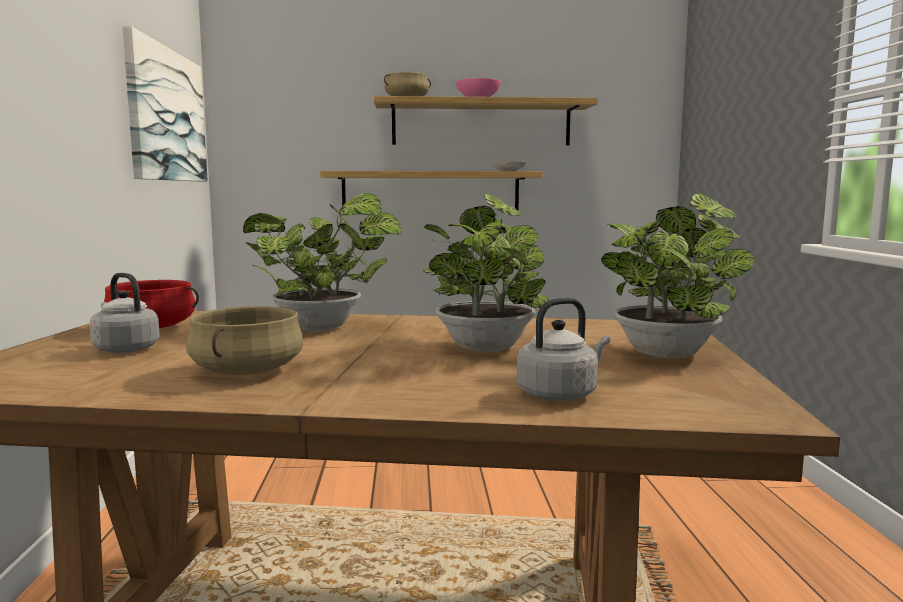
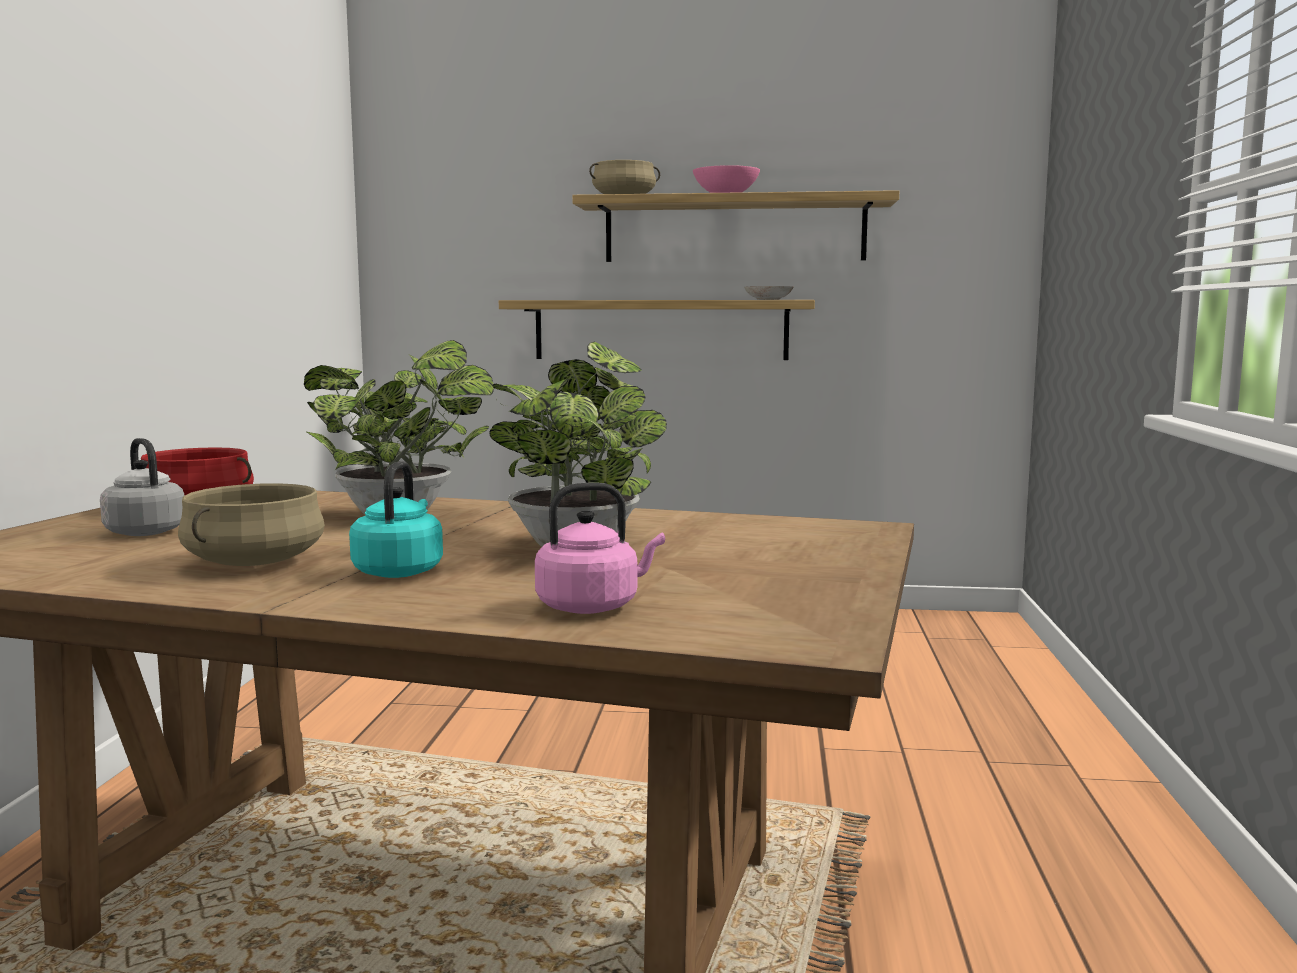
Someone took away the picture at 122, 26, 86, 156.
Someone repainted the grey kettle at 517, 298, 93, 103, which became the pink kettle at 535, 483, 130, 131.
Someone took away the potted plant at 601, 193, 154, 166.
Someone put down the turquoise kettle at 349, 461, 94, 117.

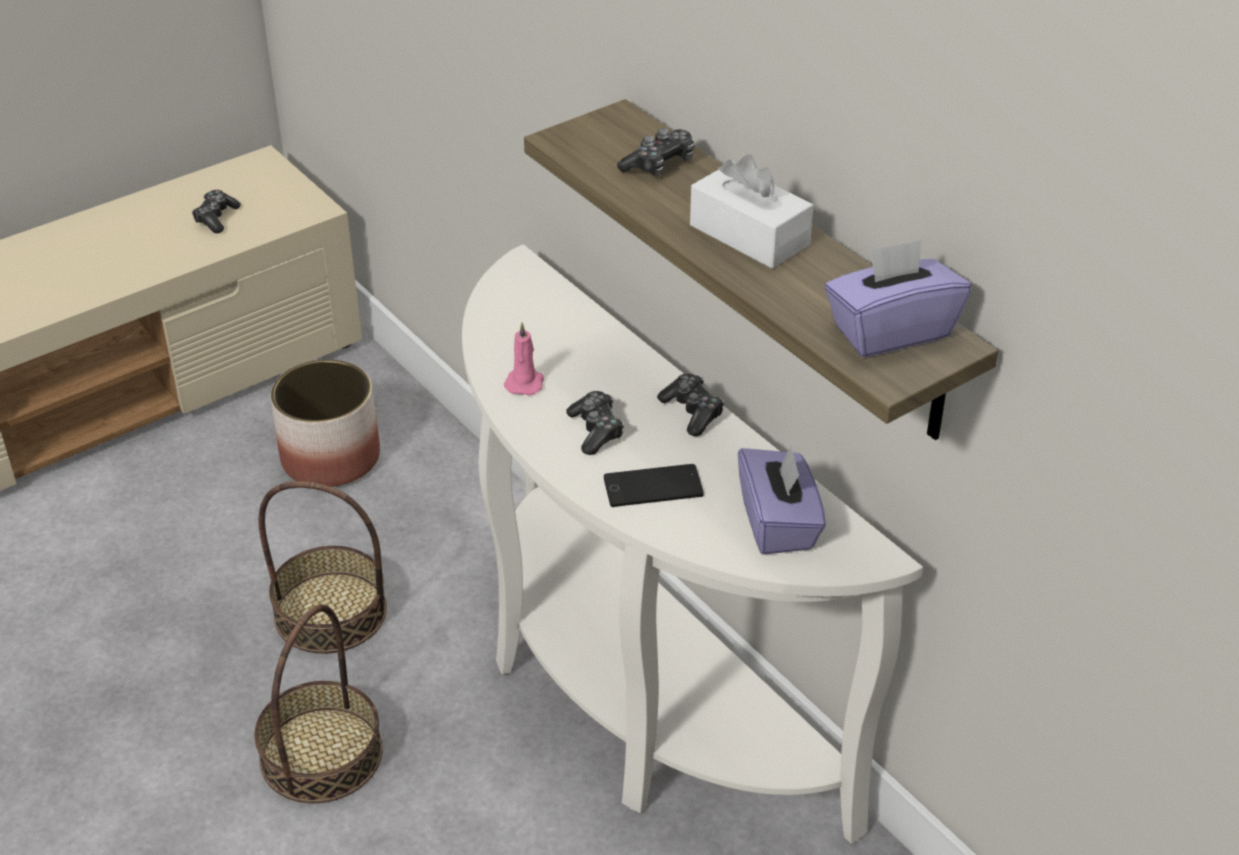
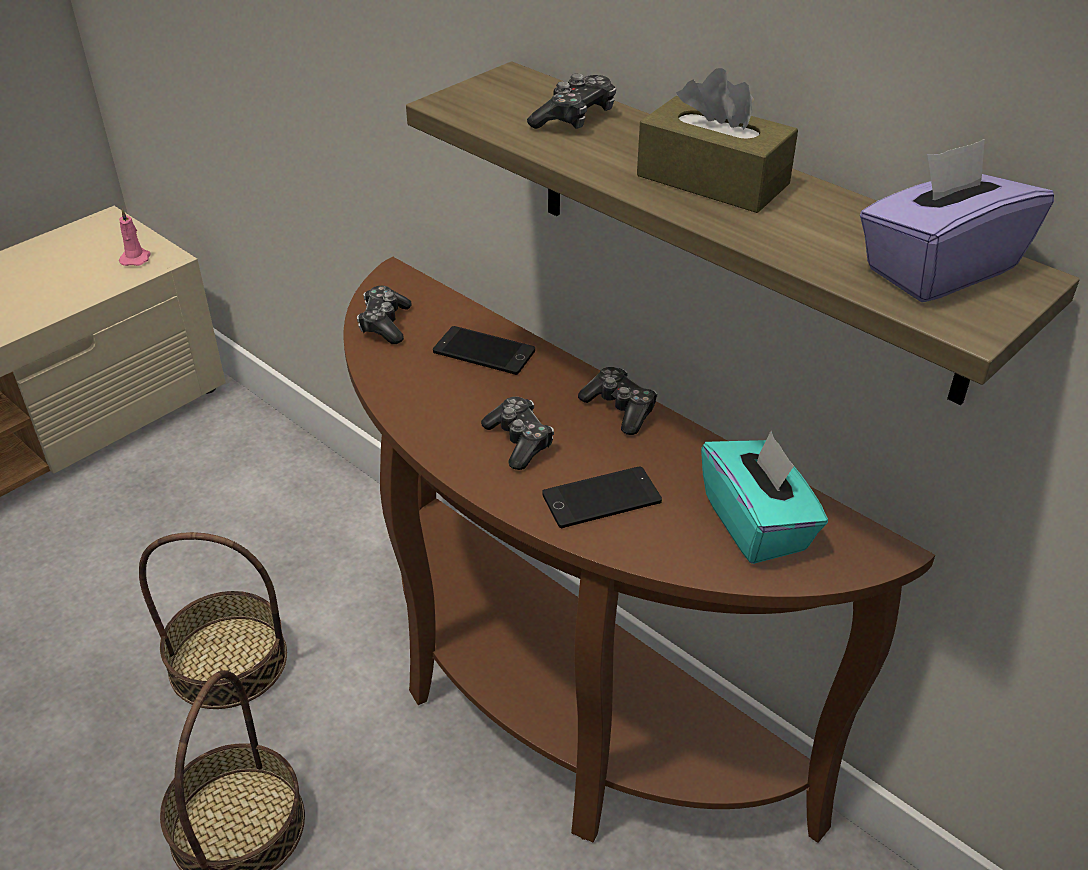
Someone carried the game controller from 192, 190, 49, 43 to 357, 286, 55, 58.
Someone took away the planter at 270, 360, 110, 127.
Someone repainted the white console table at 462, 244, 461, 600, which became the brown console table at 343, 257, 592, 586.
Someone carried the pink candle from 504, 322, 40, 73 to 119, 208, 32, 58.
Someone repainted the white tissue box at 690, 154, 124, 115, which became the brown tissue box at 637, 68, 161, 145.
Someone repainted the purple tissue box at 738, 445, 88, 110, which became the turquoise tissue box at 701, 431, 127, 133.
Someone put down the phone at 433, 326, 102, 49.

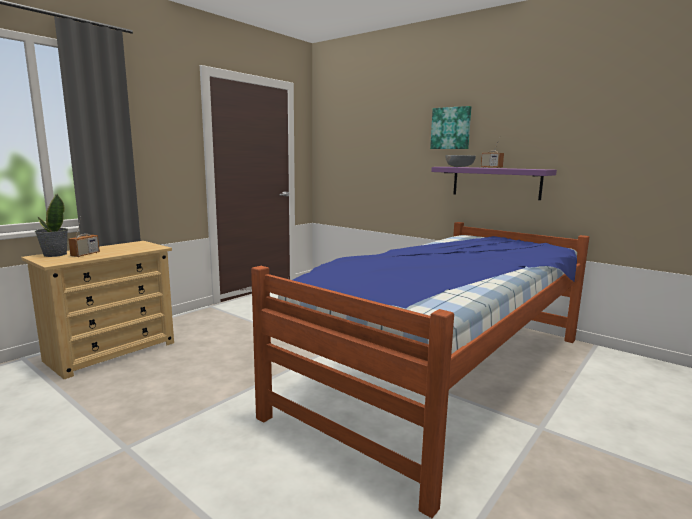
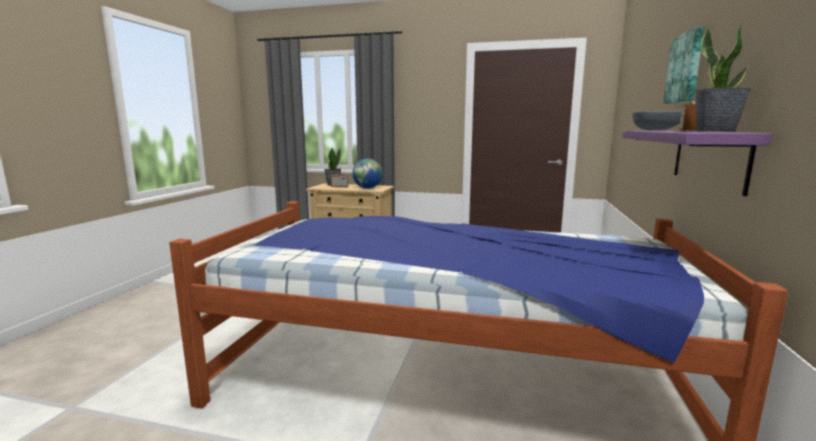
Someone put down the globe at 352, 158, 31, 31.
Someone put down the potted plant at 695, 24, 56, 108.

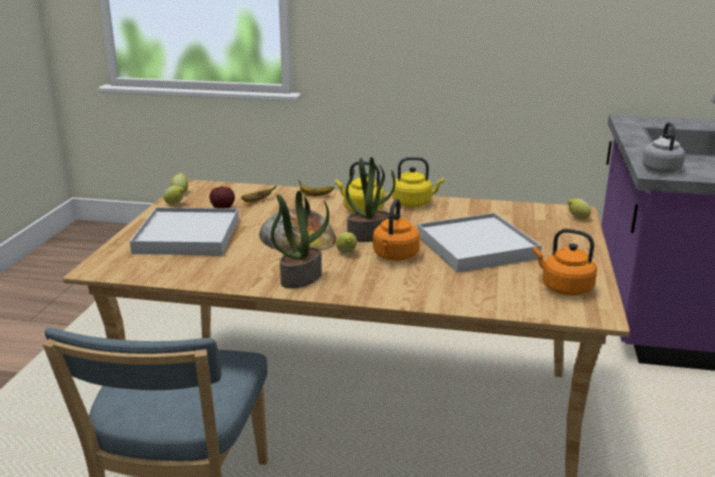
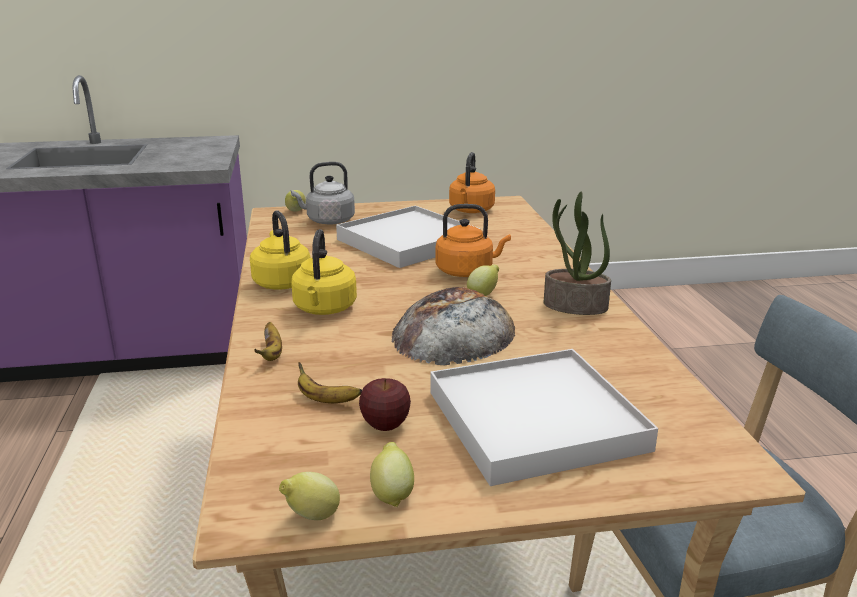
Someone took away the potted plant at 345, 157, 51, 85.
Someone carried the grey kettle from 642, 122, 43, 51 to 291, 162, 64, 63.

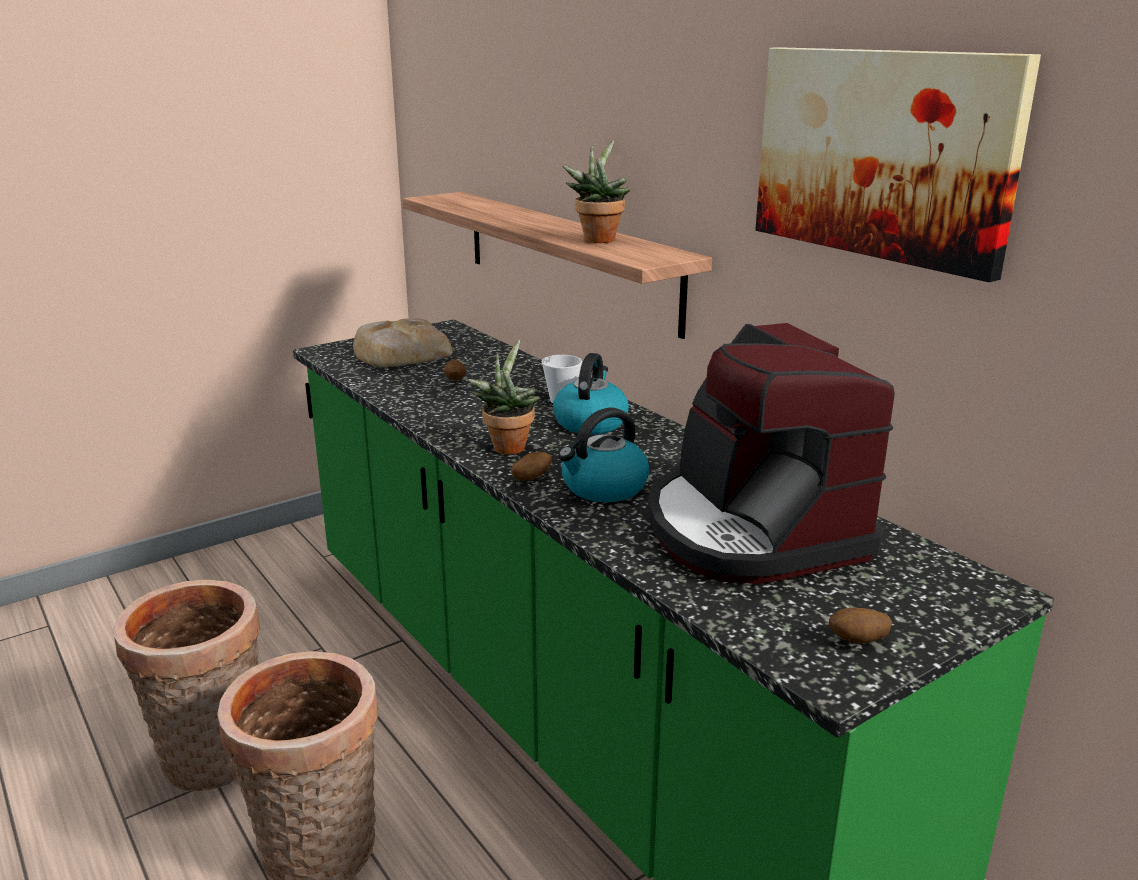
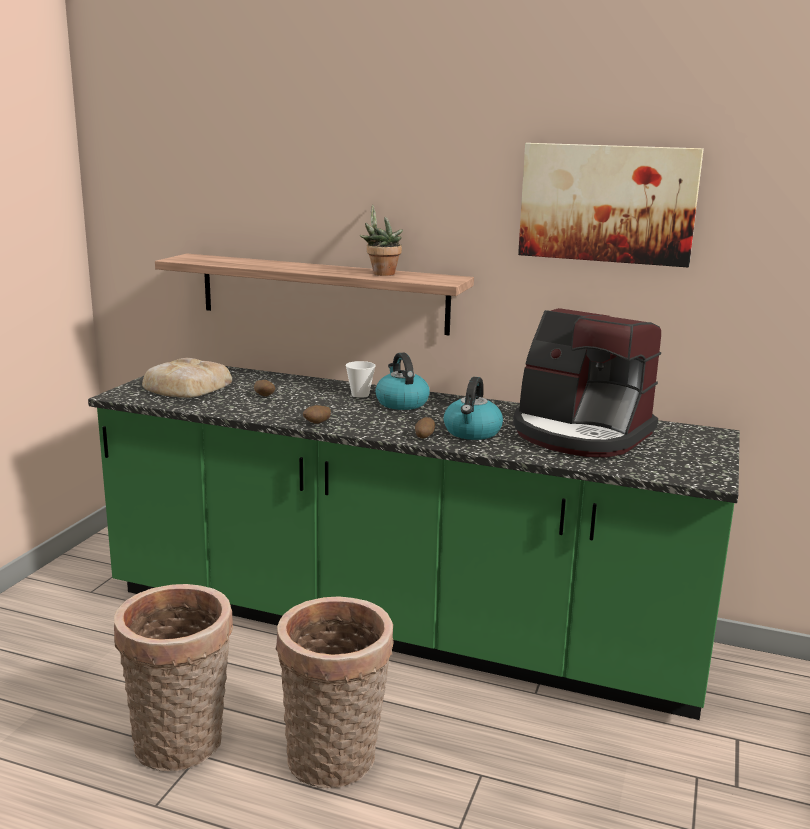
Someone took away the potted plant at 467, 340, 73, 115.
Someone carried the potato from 829, 608, 63, 36 to 303, 405, 28, 19.

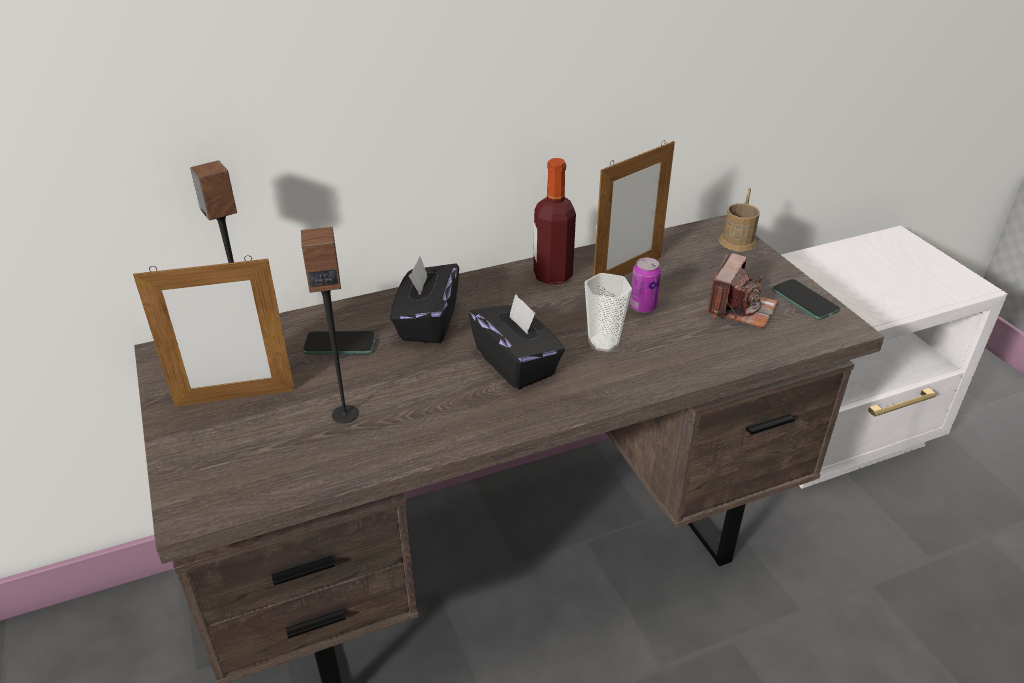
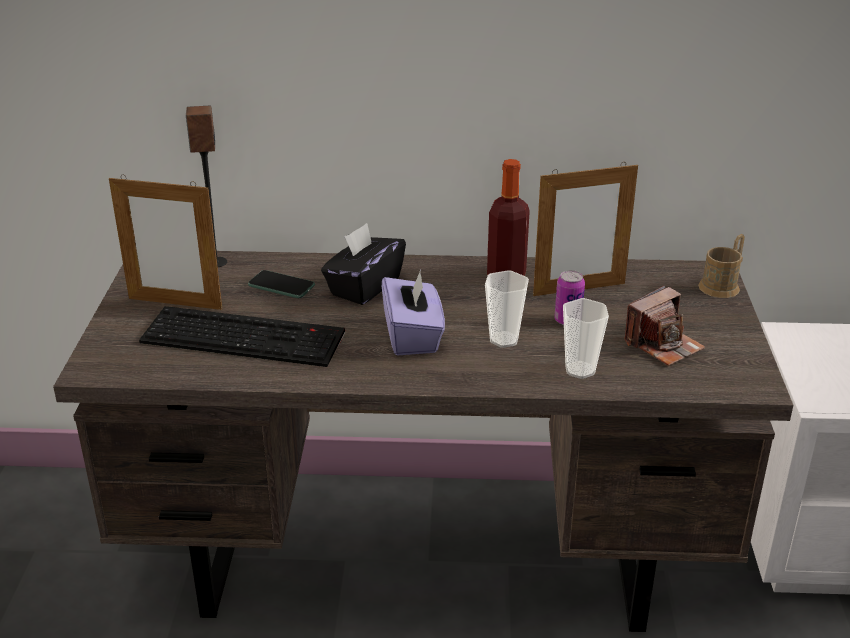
Someone swapped the speaker at 301, 227, 58, 196 for the keyboard at 139, 306, 206, 61.
Someone repainted the black tissue box at 469, 294, 96, 95, which became the purple tissue box at 382, 270, 63, 86.
Someone took away the phone at 772, 279, 68, 41.
Someone put down the cup at 563, 298, 46, 81.

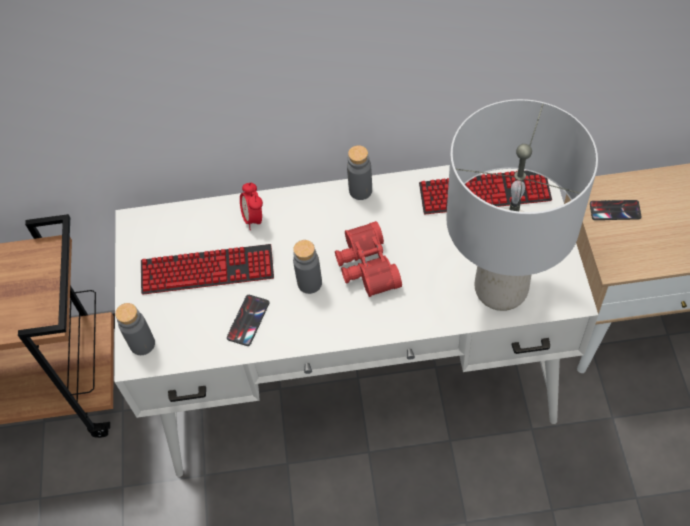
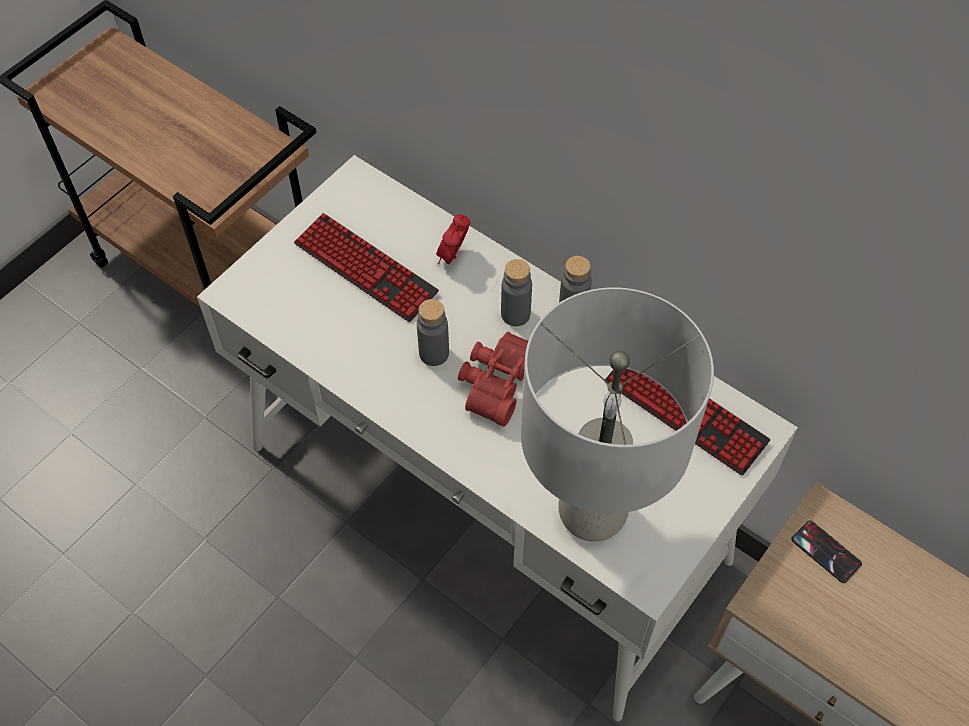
Someone carried the grey bottle from 115, 303, 40, 52 to 501, 259, 31, 67.
Someone took away the phone at 227, 295, 42, 51.

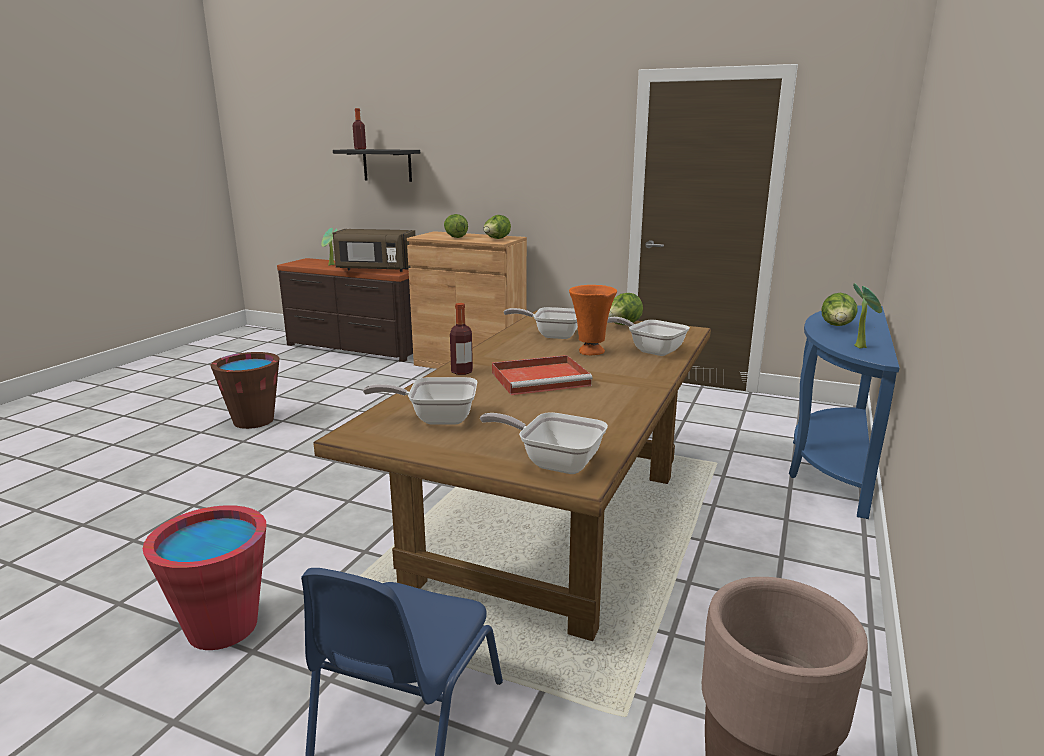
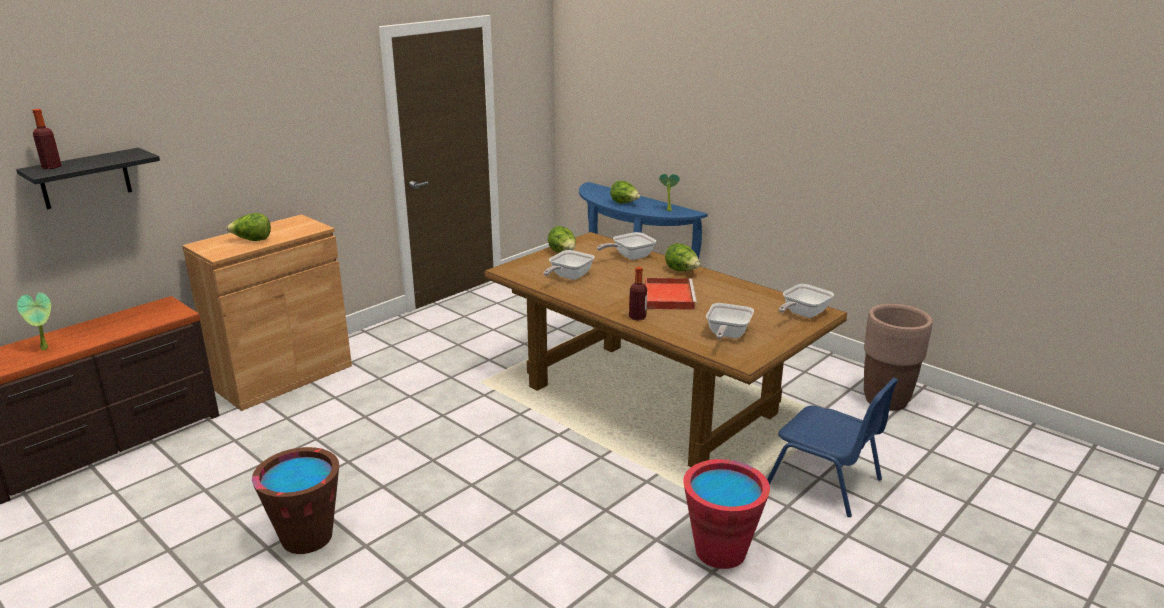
Someone took away the brown microwave at 333, 229, 82, 43.
Someone carried the lettuce from 484, 215, 27, 24 to 665, 243, 35, 28.
Someone took away the orange vase at 569, 285, 48, 70.

